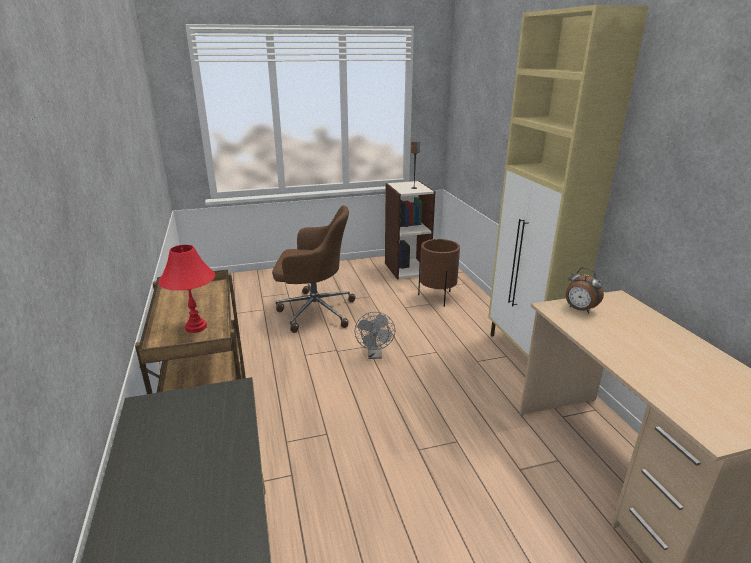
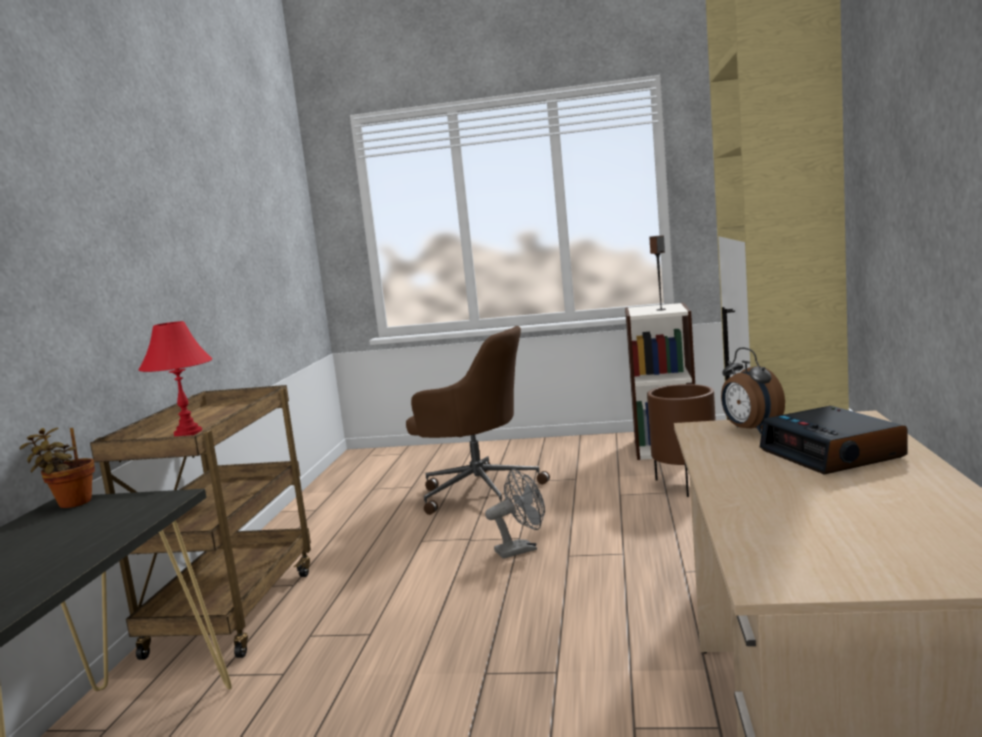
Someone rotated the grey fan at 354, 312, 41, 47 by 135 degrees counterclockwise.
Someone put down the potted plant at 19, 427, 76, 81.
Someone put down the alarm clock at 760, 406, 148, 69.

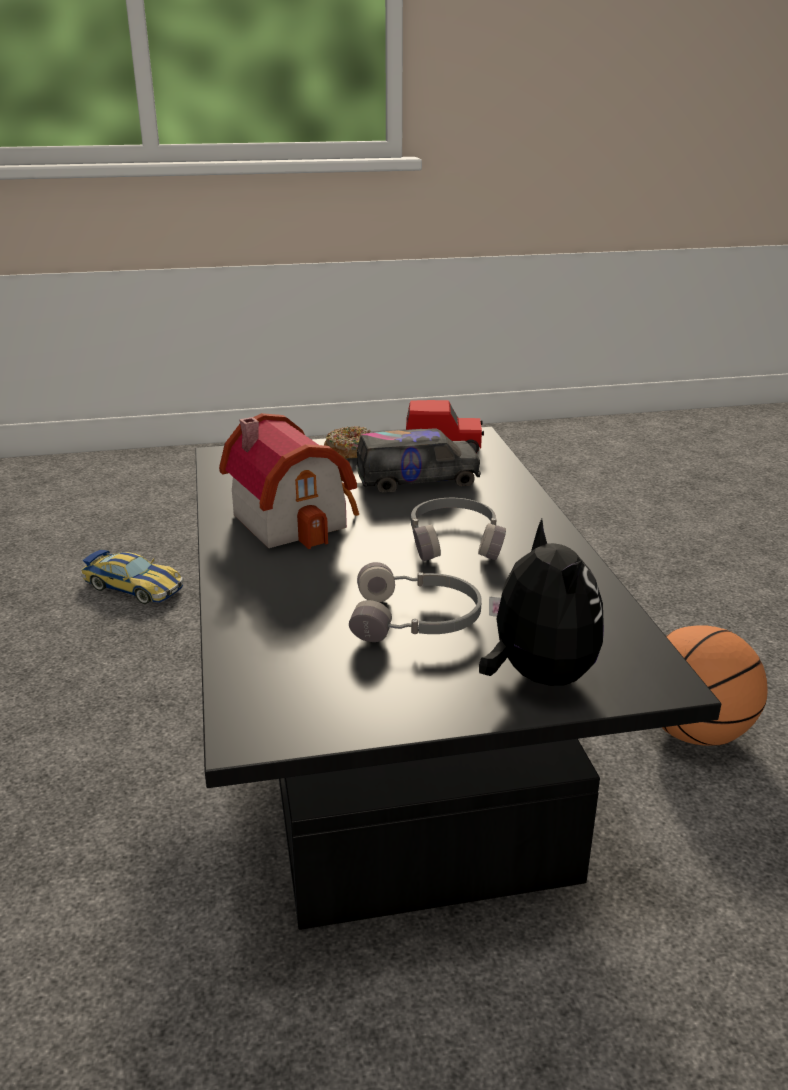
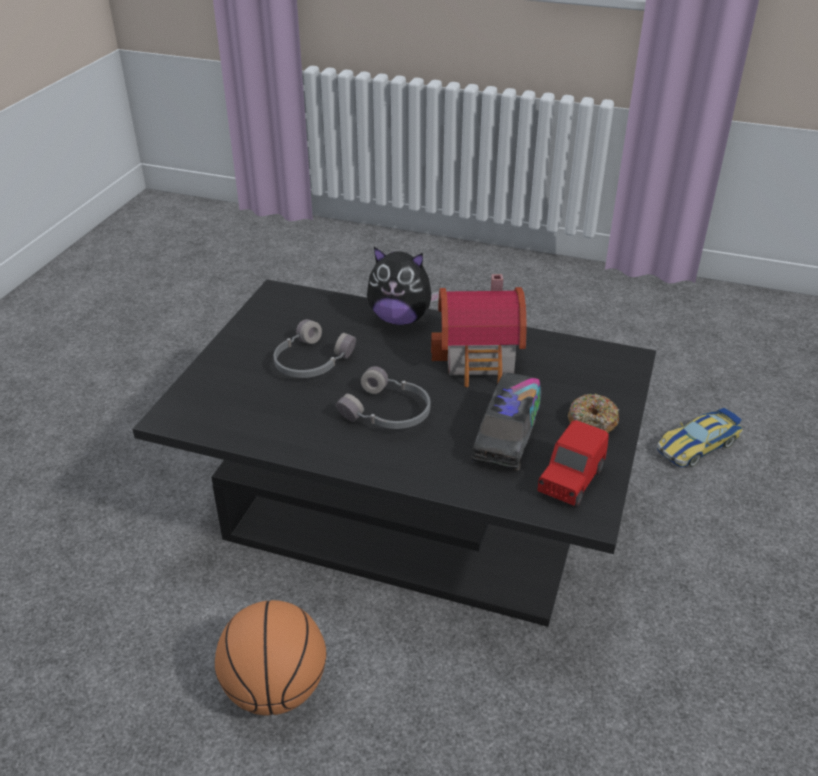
Someone carried the plush toy from 479, 519, 125, 167 to 367, 247, 72, 78.

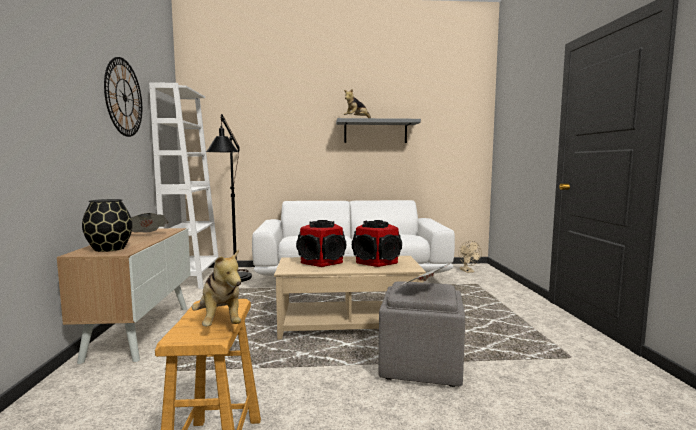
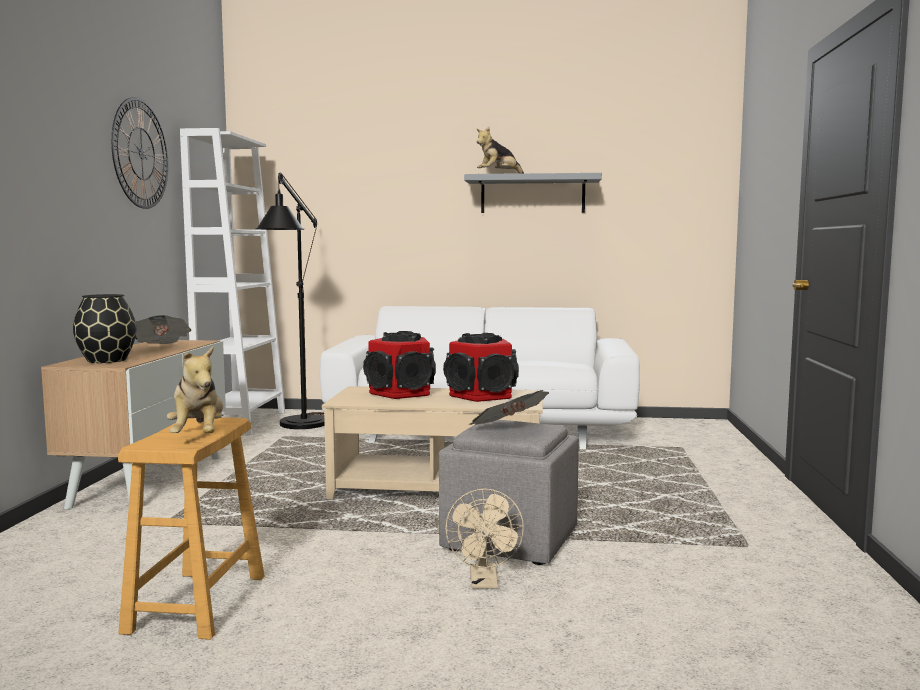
Someone carried the beige fan from 459, 240, 23, 33 to 445, 488, 79, 100.

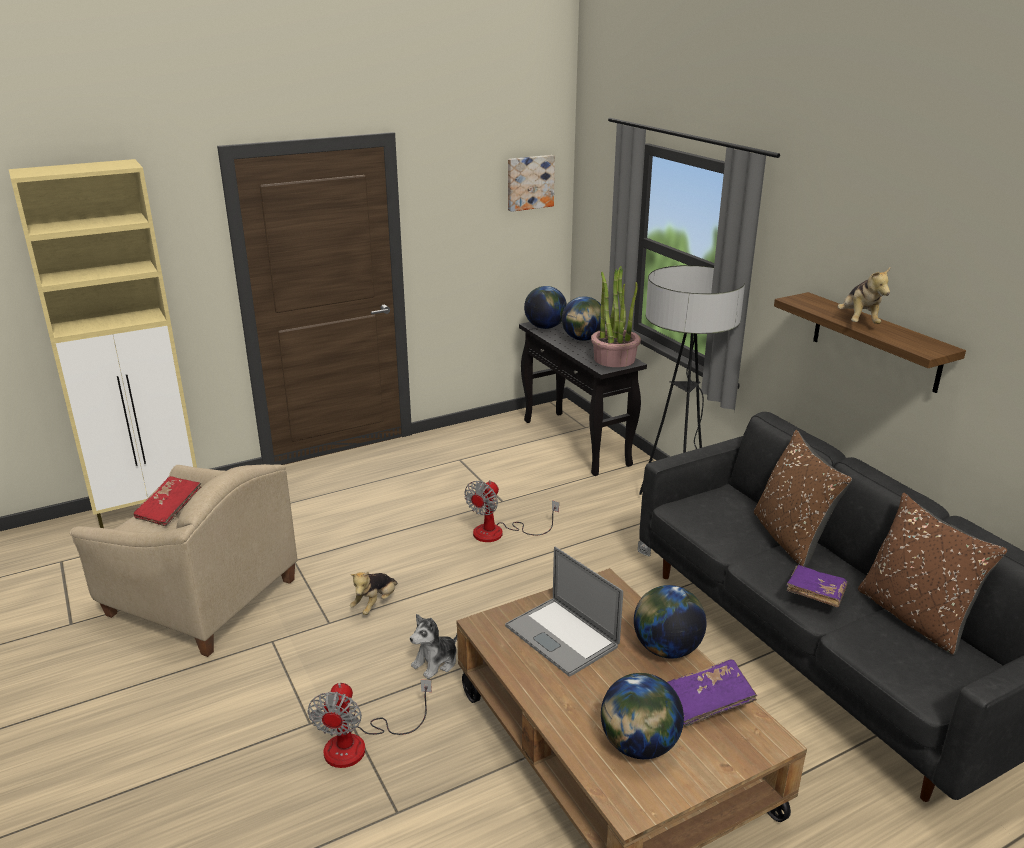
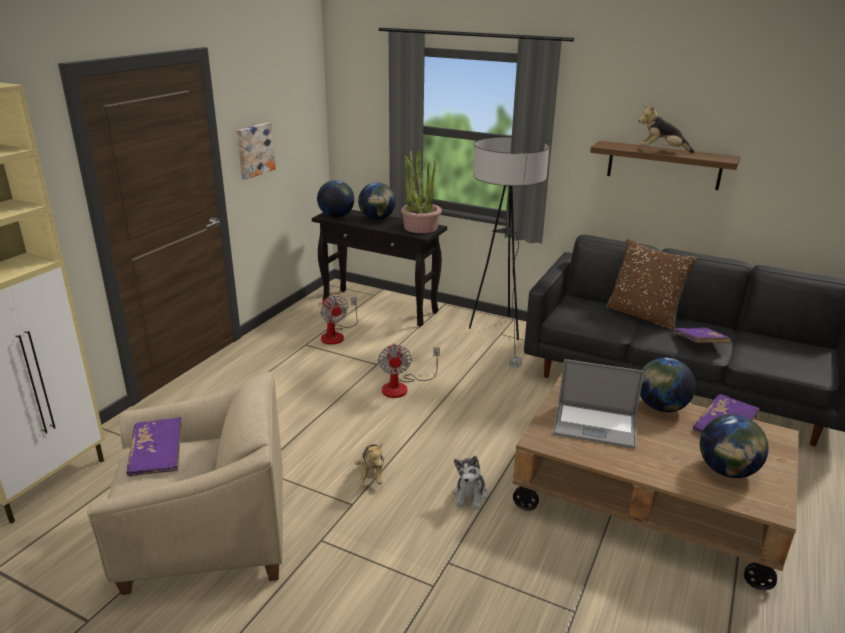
Someone repainted the red book at 133, 476, 68, 50, which became the purple book at 126, 417, 56, 60.
Someone carried the fan from 307, 680, 125, 88 to 321, 296, 37, 49.
Someone carried the picture from 508, 155, 47, 57 to 237, 122, 39, 57.
Someone rotated the plush toy at 838, 268, 52, 56 by 135 degrees clockwise.
Someone took away the brown pillow at 858, 493, 149, 163.

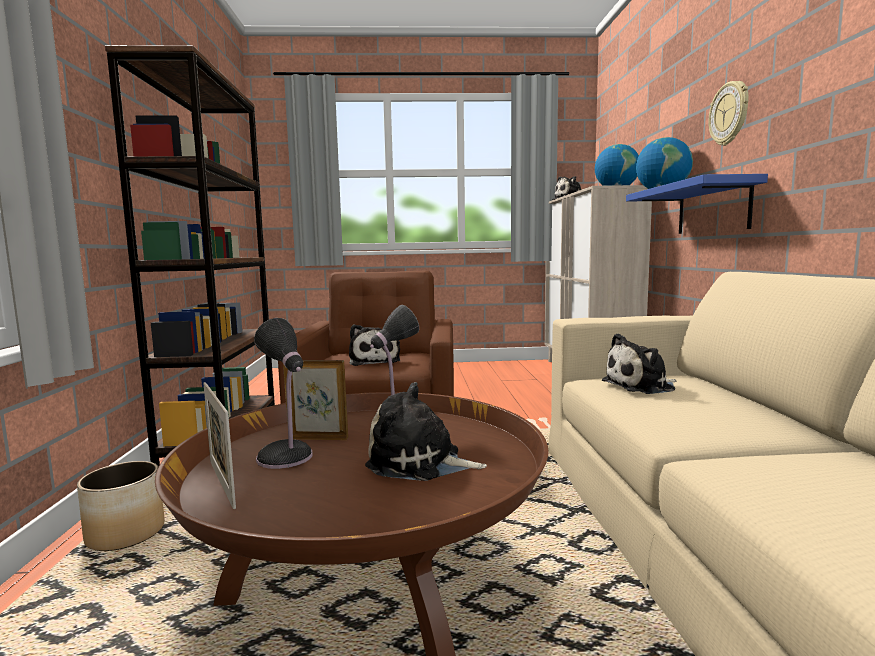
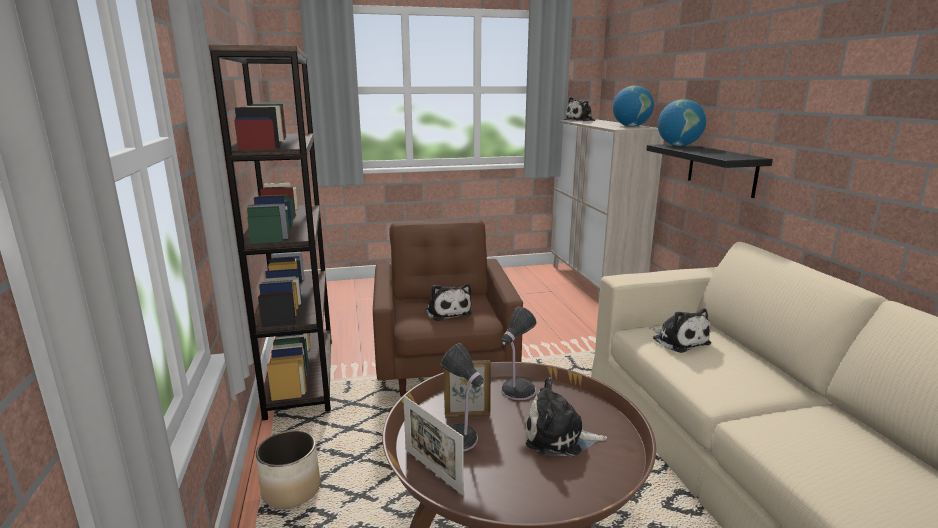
Someone rotated the plush toy at 602, 333, 75, 61 by 90 degrees counterclockwise.
Someone repainted the blue shelf at 626, 174, 142, 60, which became the black shelf at 646, 144, 127, 54.
Someone took away the wall clock at 708, 81, 41, 65.

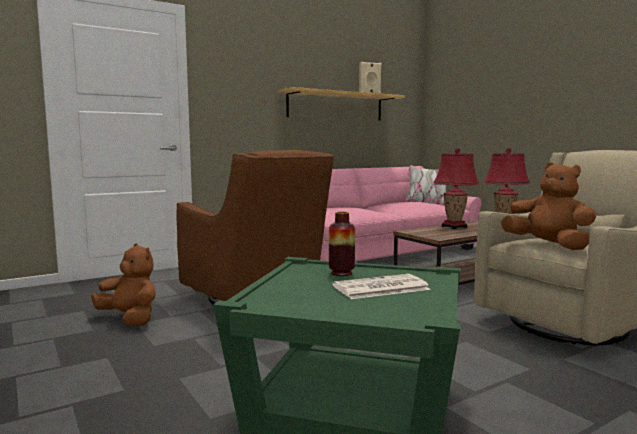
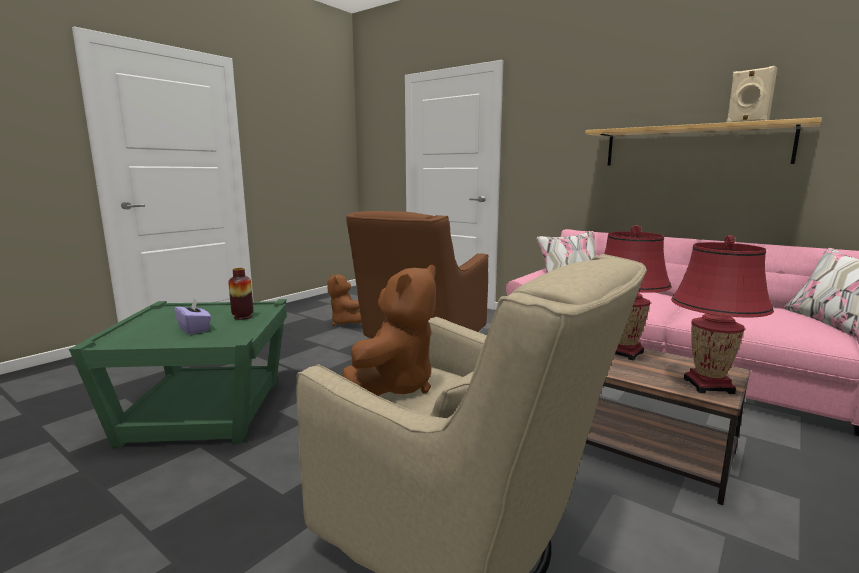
Someone rotated the brown plush toy at 91, 243, 65, 83 by 135 degrees clockwise.
Someone swapped the newspaper at 332, 274, 99, 25 for the purple tissue box at 174, 299, 37, 36.

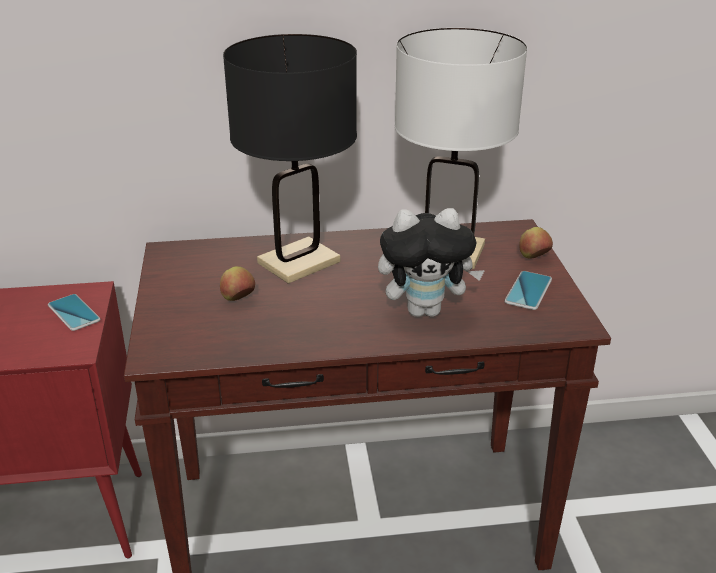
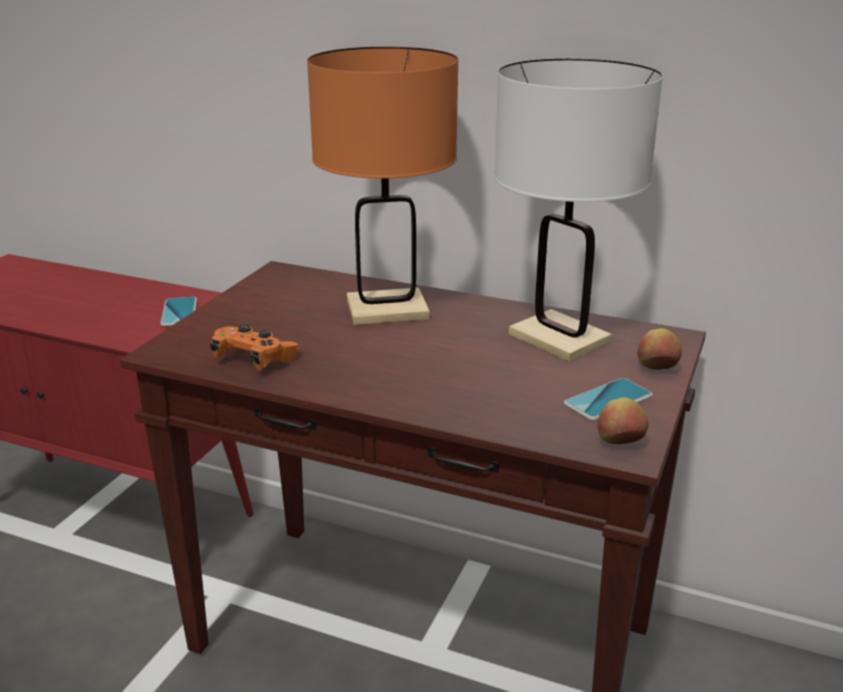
Someone carried the apple from 220, 266, 35, 35 to 597, 397, 51, 47.
Someone repainted the black table lamp at 223, 34, 134, 250, which became the orange table lamp at 307, 47, 152, 278.
Someone took away the plush toy at 378, 208, 107, 109.
Someone put down the orange game controller at 210, 324, 90, 46.

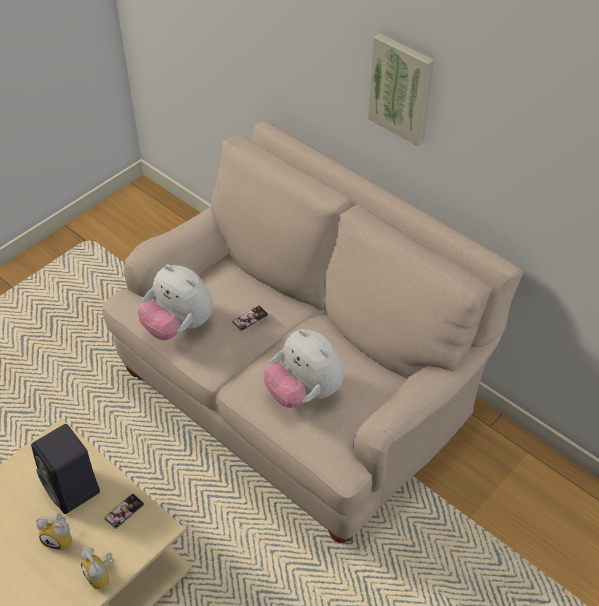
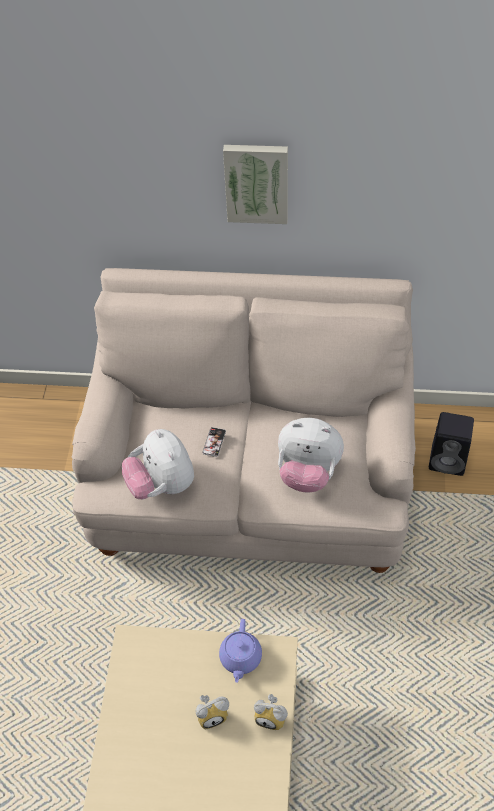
Someone carried the black speaker from 31, 424, 69, 90 to 429, 412, 45, 64.
Someone swapped the phone at 105, 494, 39, 35 for the purple teapot at 219, 619, 43, 64.
Someone rotated the plush toy at 137, 264, 76, 76 by 60 degrees clockwise.

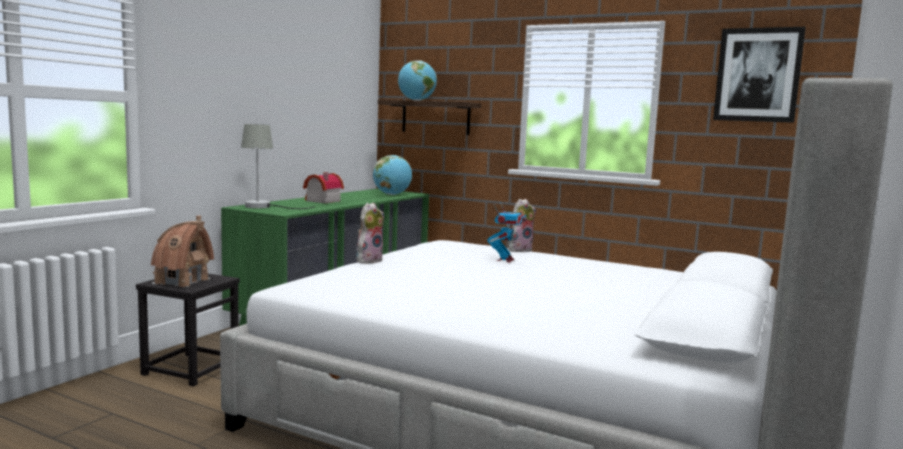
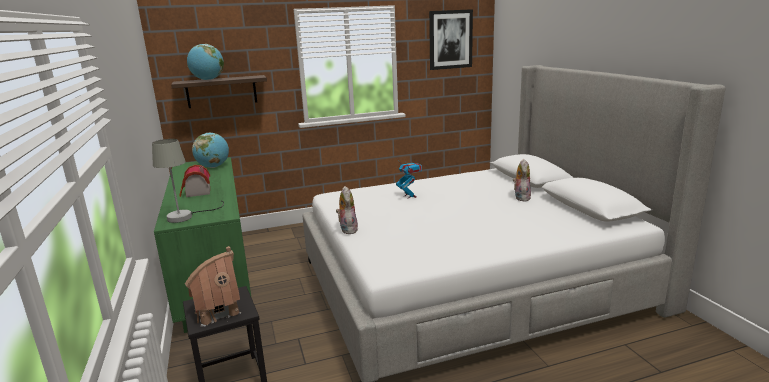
Someone carried the plush toy from 509, 199, 27, 53 to 513, 158, 18, 43.

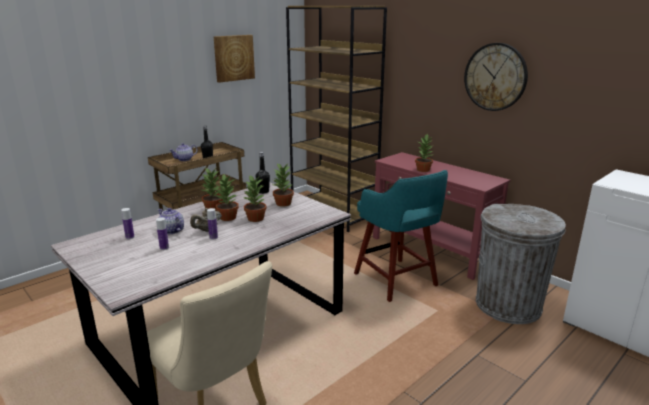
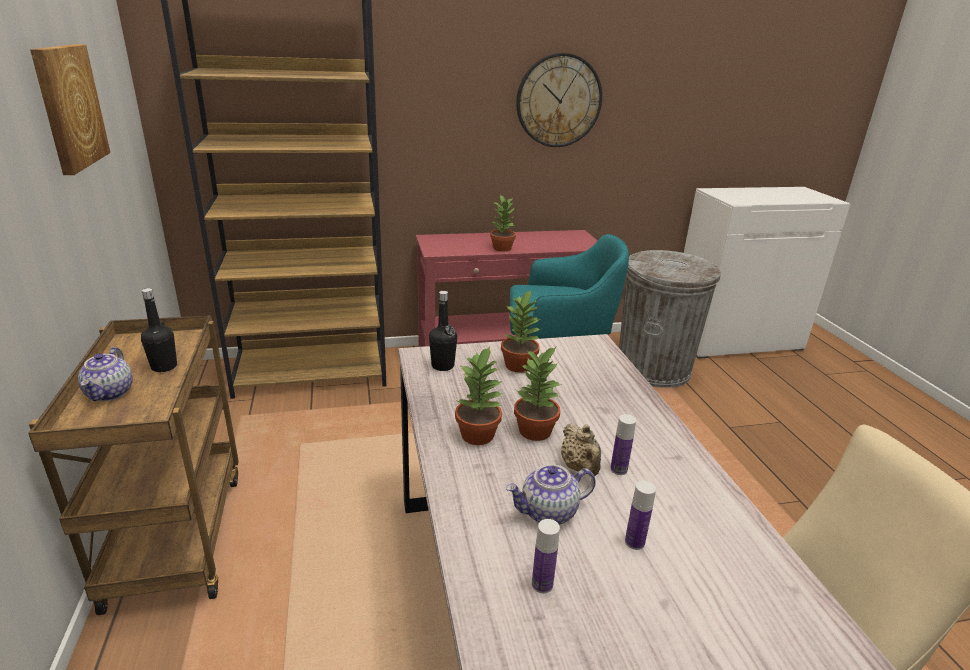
Someone took away the potted plant at 242, 176, 25, 46.

